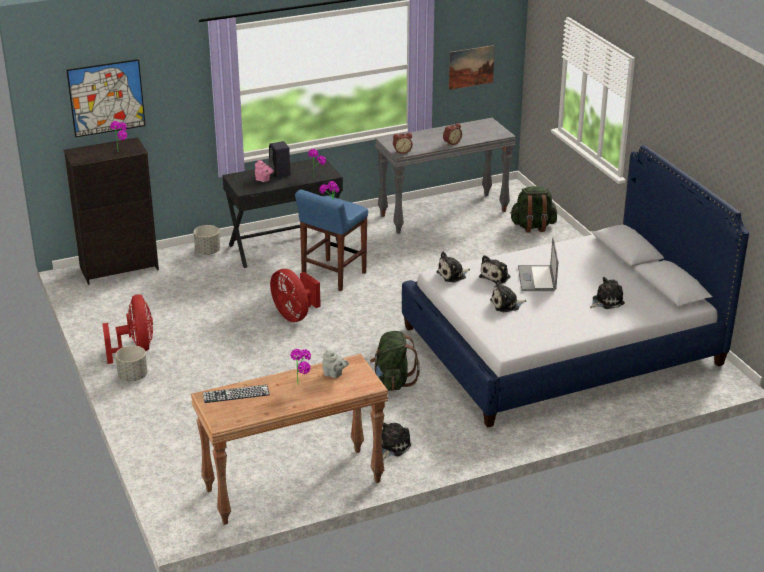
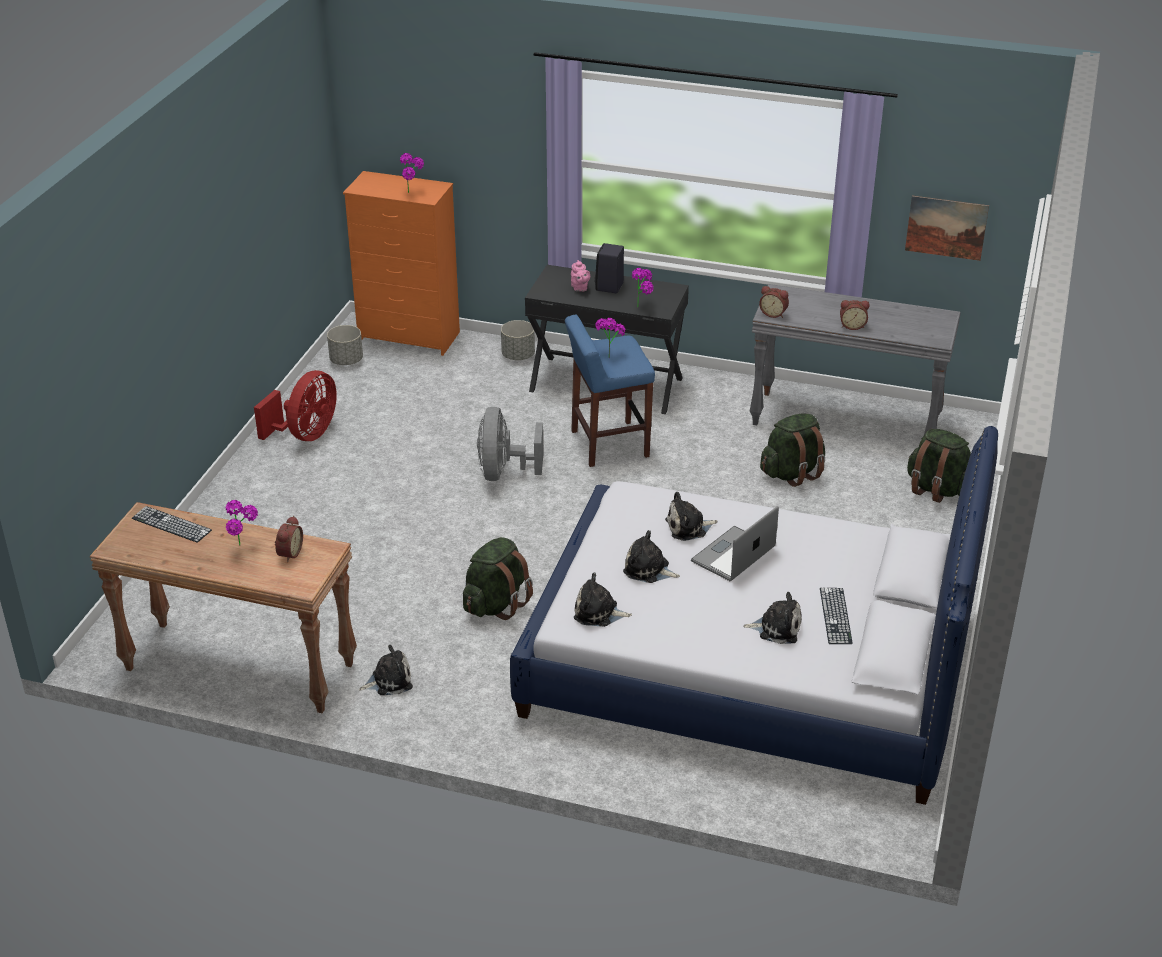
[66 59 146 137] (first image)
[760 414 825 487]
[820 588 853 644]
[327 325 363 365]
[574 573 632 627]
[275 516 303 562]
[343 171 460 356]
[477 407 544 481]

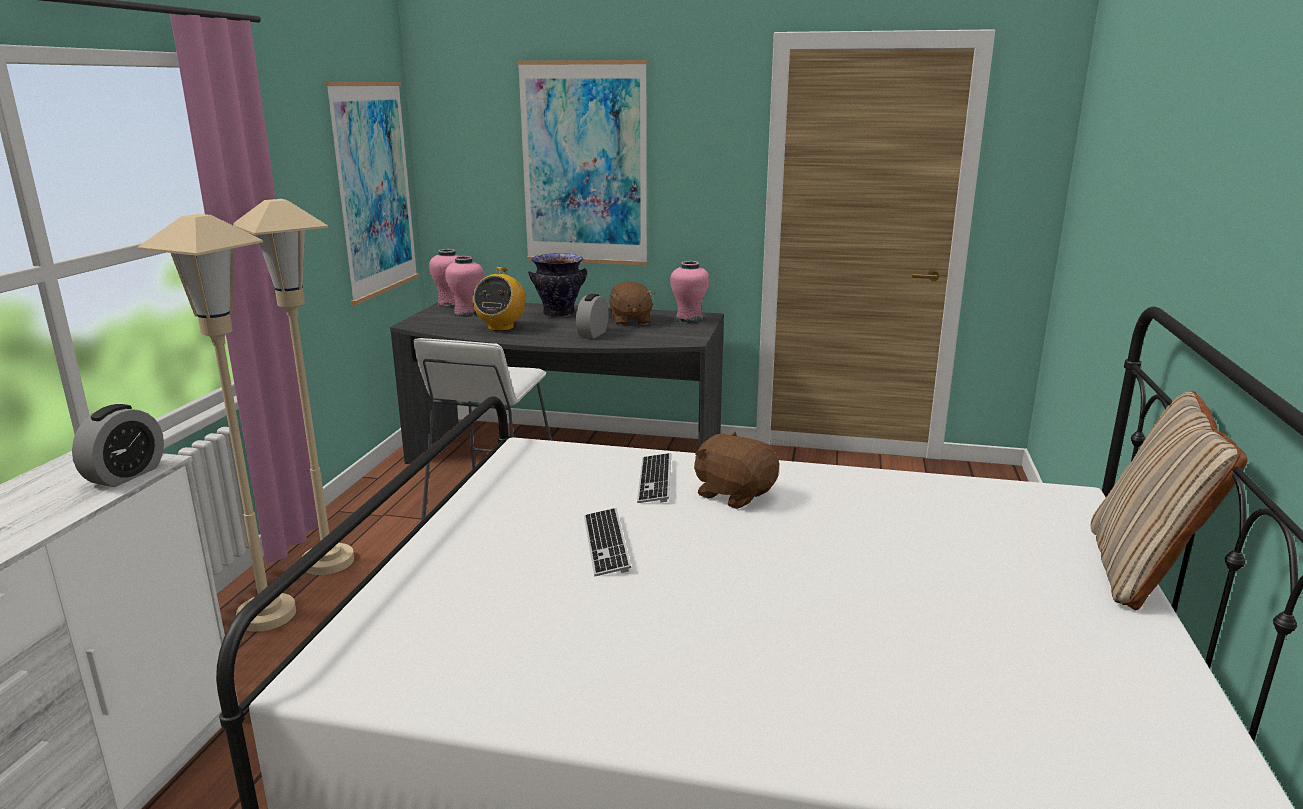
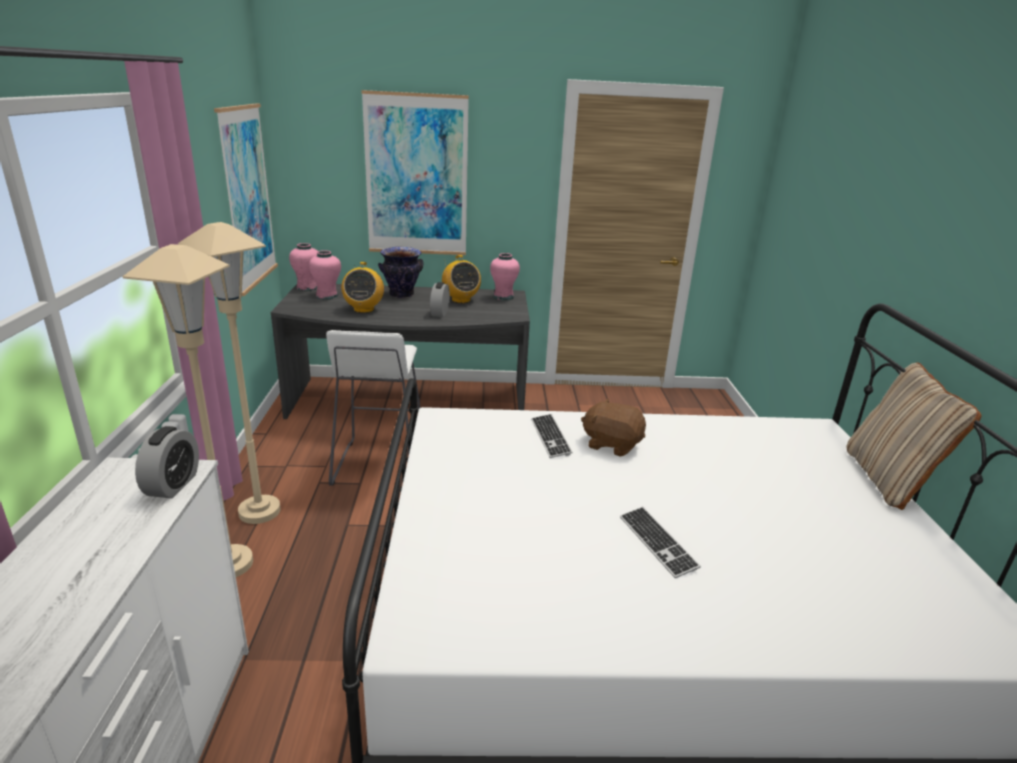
[620 507 701 578]
[442 255 481 303]

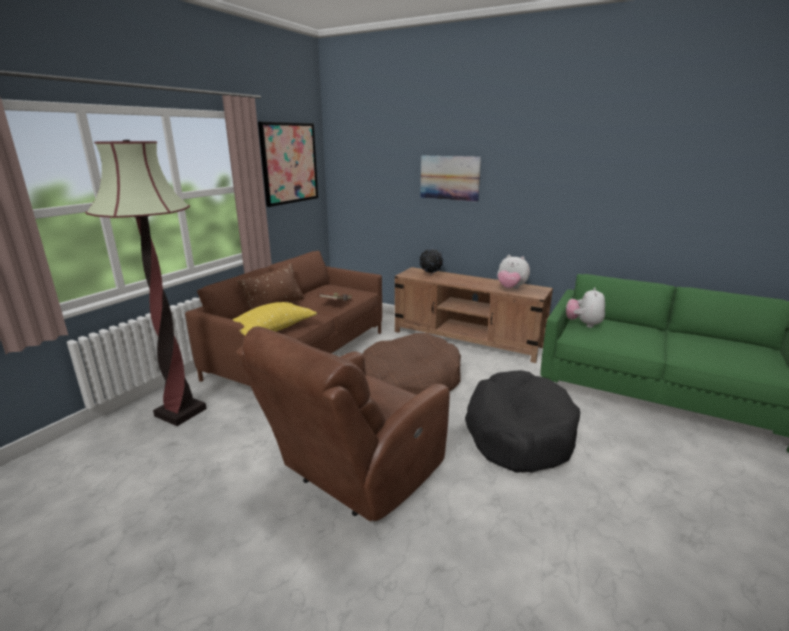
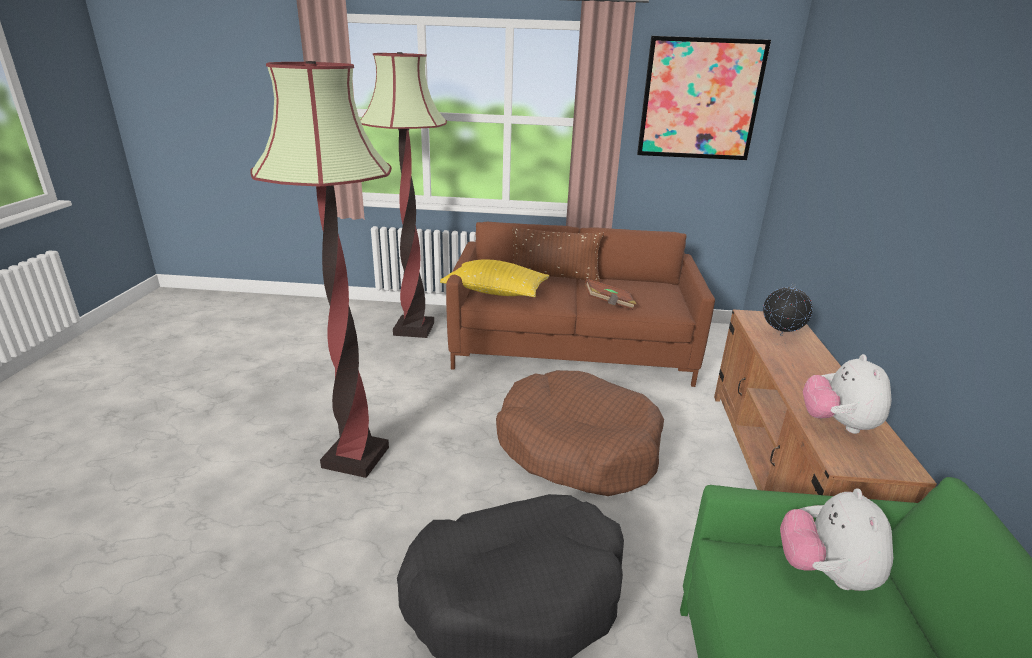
[420 155 481 202] (first image)
[250 61 392 478]
[780 488 893 591]

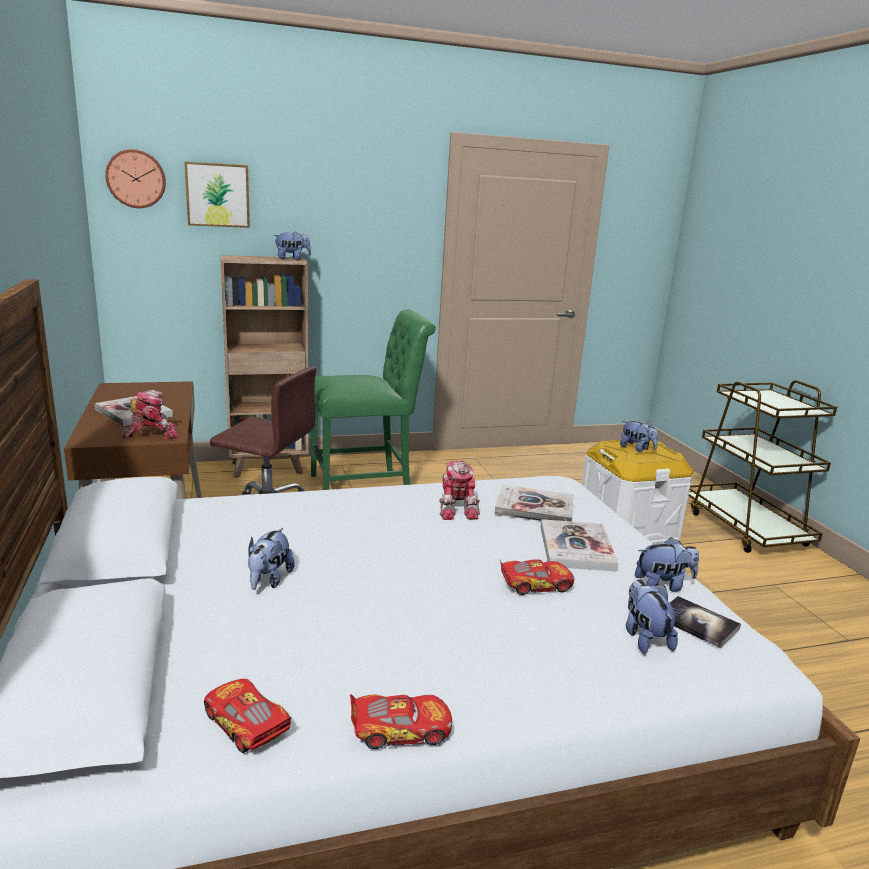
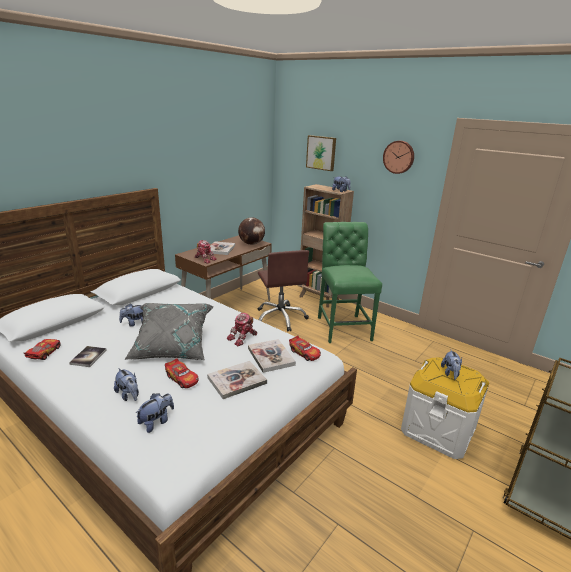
[124 303 213 360]
[238 218 265 245]
[383 141 414 174]
[289 335 321 361]
[114 368 139 401]
[69 346 107 367]
[318 222 382 343]

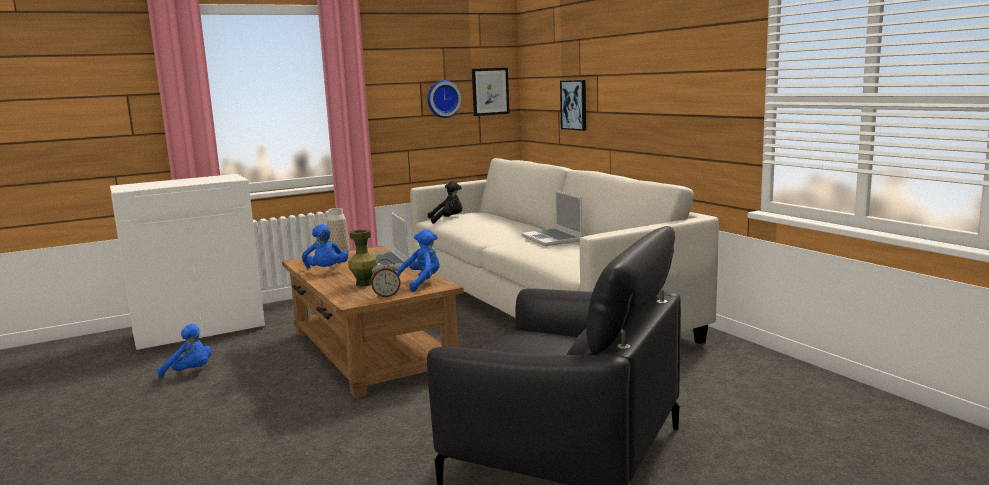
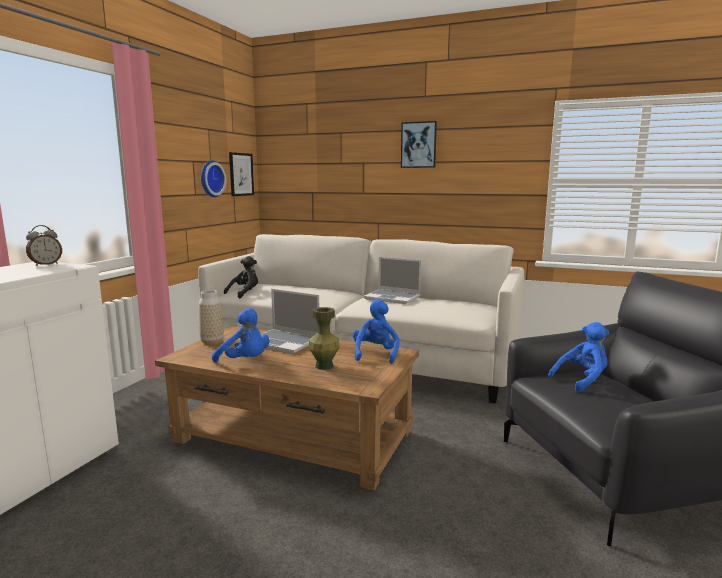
[548 322 609 393]
[26 225 62 266]
[401 121 437 168]

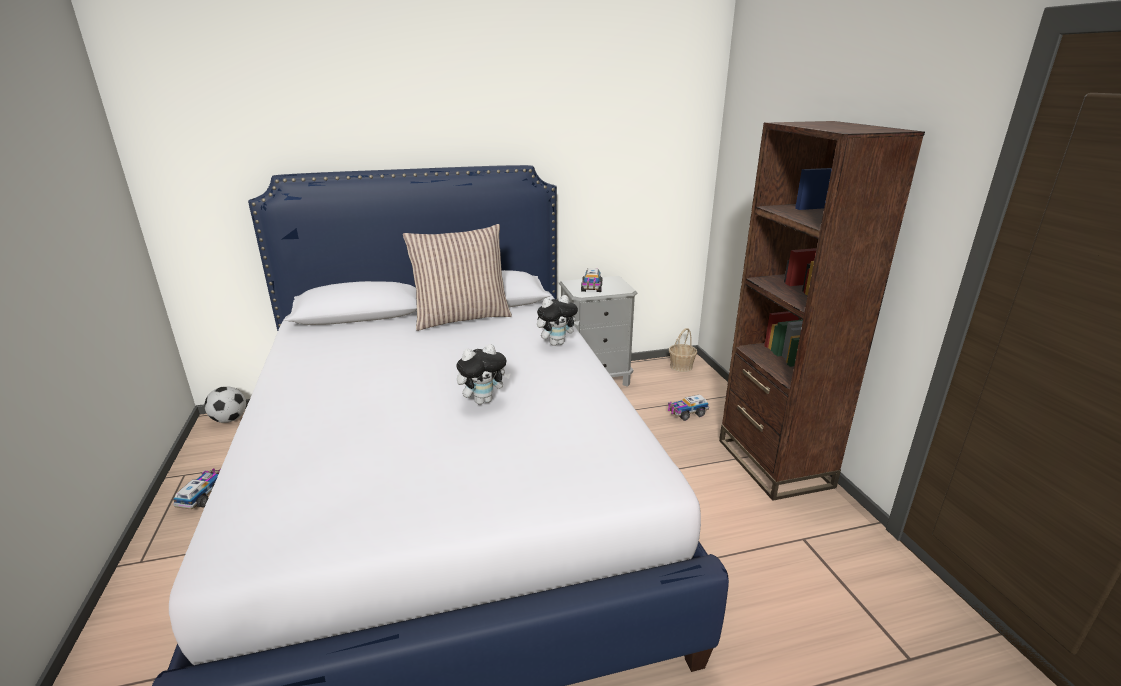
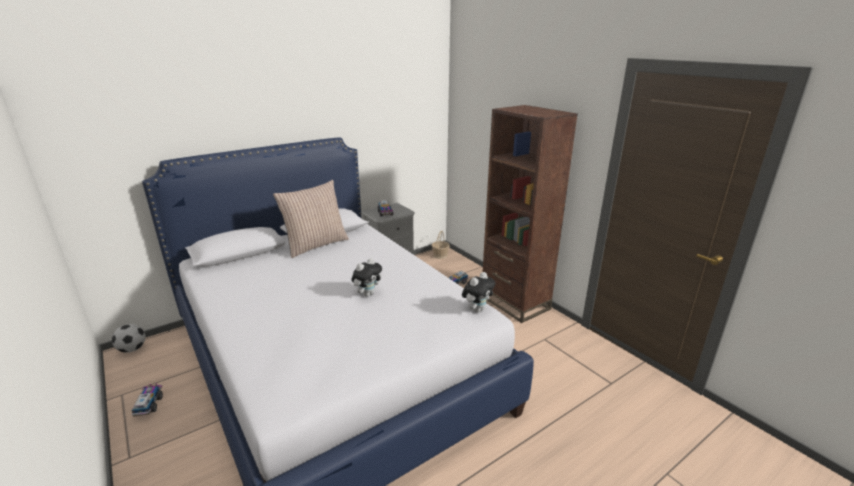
[462 272 496 313]

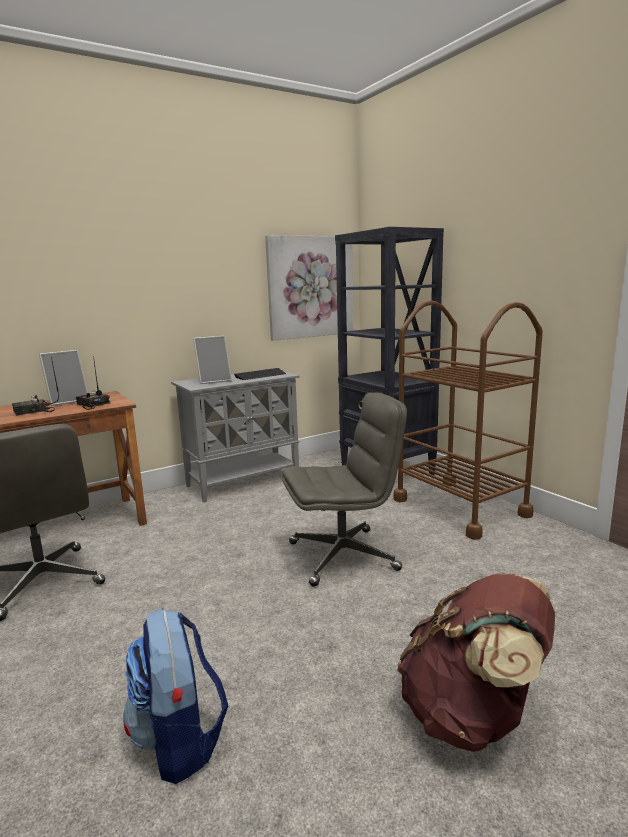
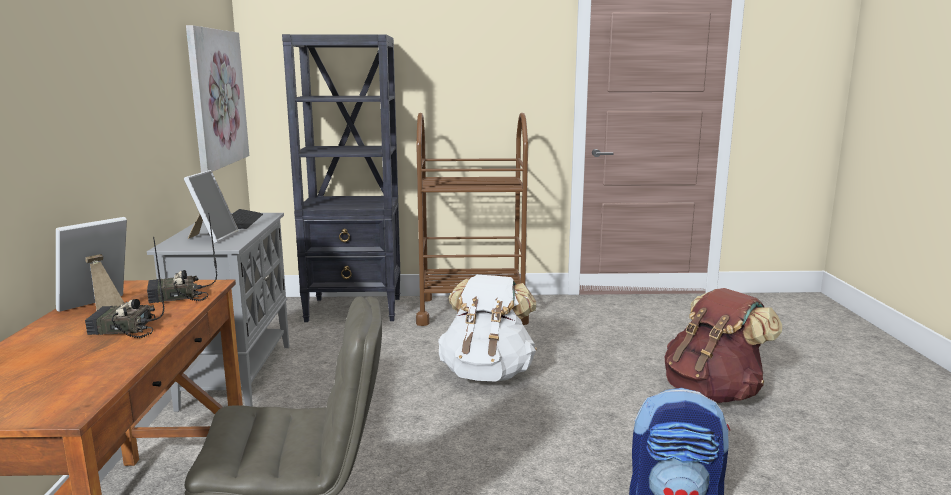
[438 275 537 382]
[85 237 164 338]
[56 217 127 312]

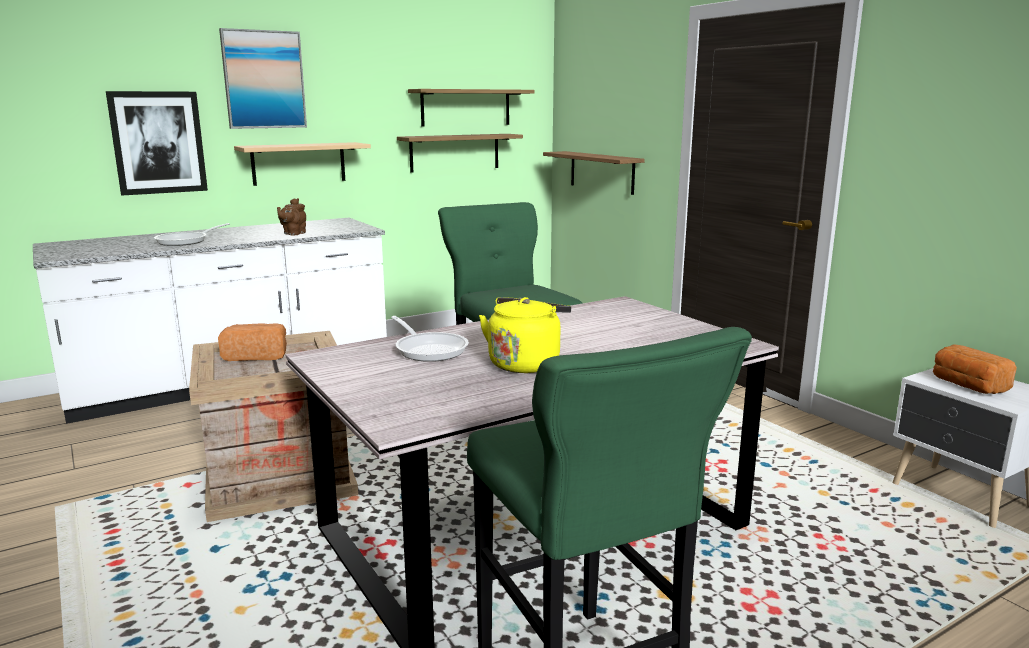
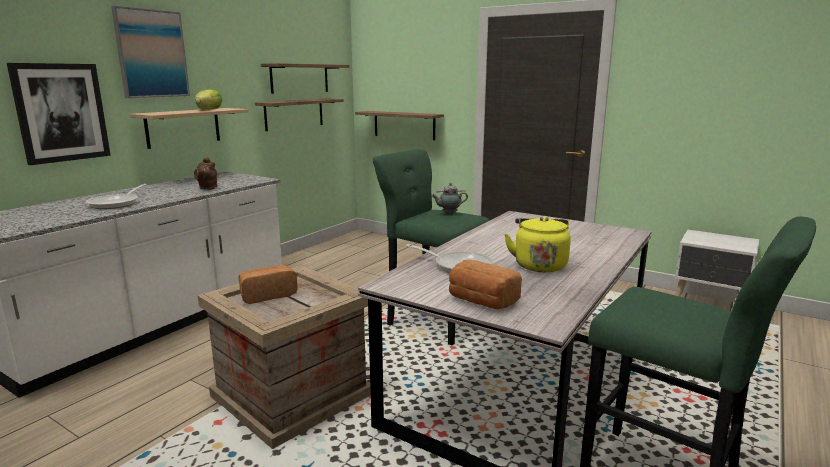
[195 89 222 110]
[432 183 468 214]
[449 260 522 309]

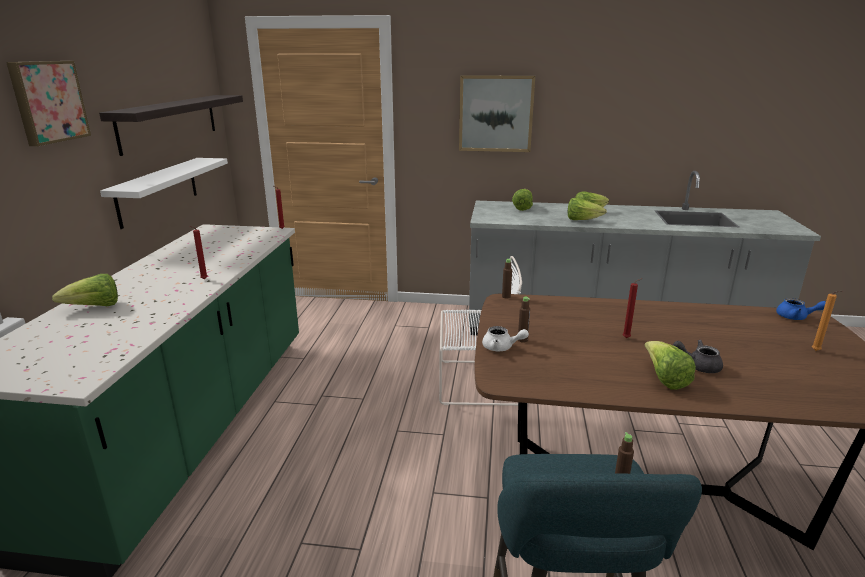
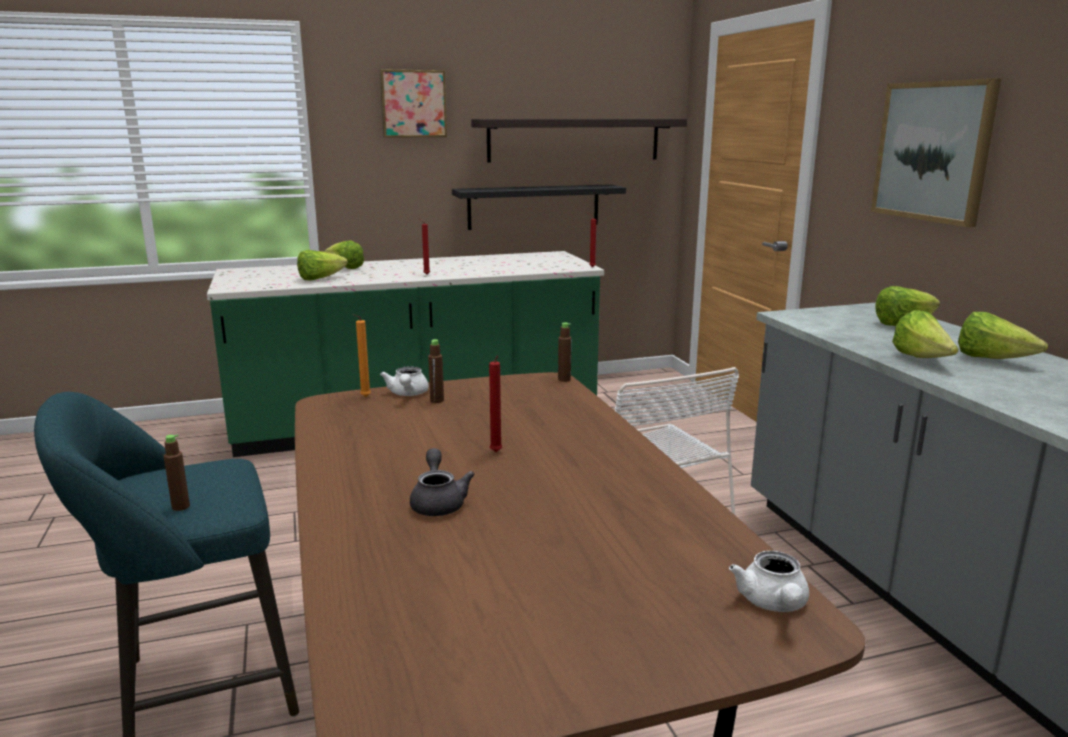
[297 250 348 280]
[353 314 371 397]
[452 184 626 230]
[729 551 809 612]

